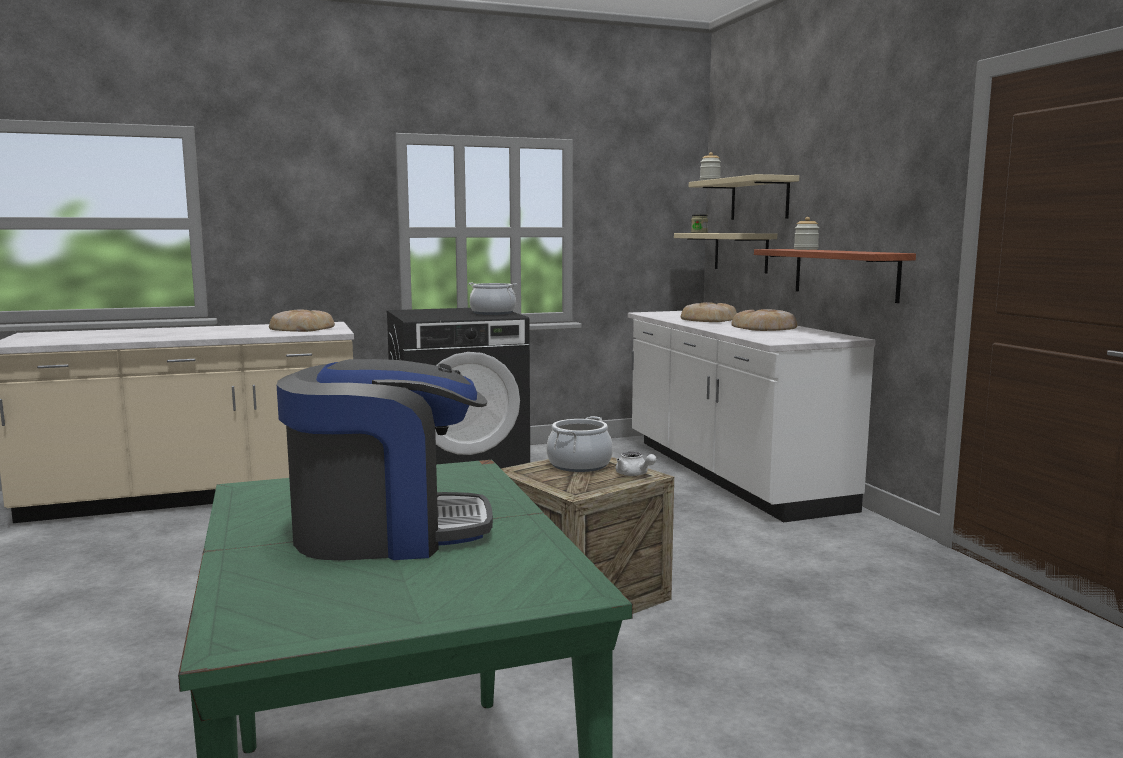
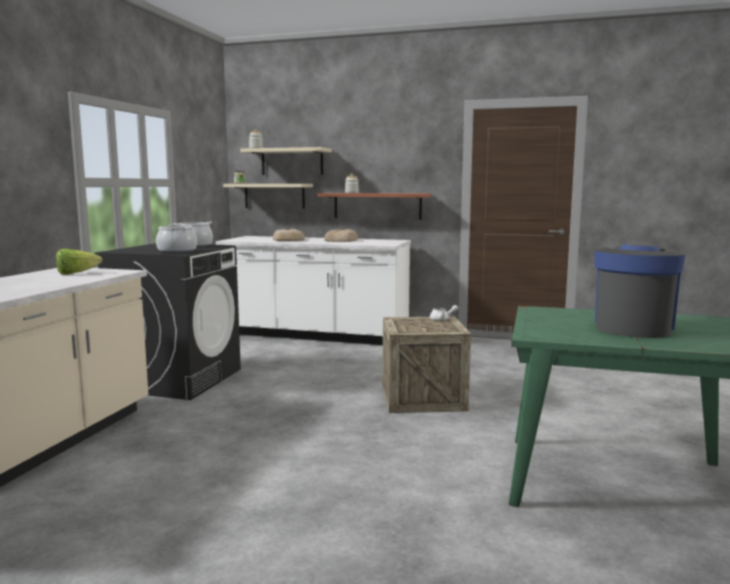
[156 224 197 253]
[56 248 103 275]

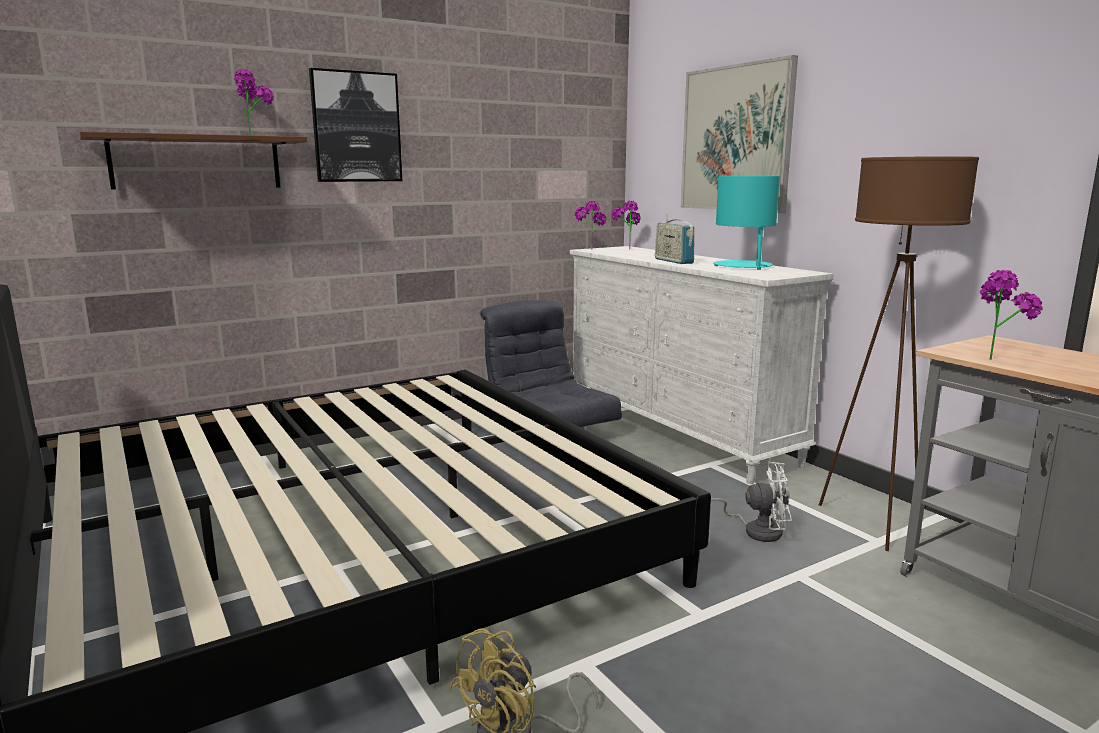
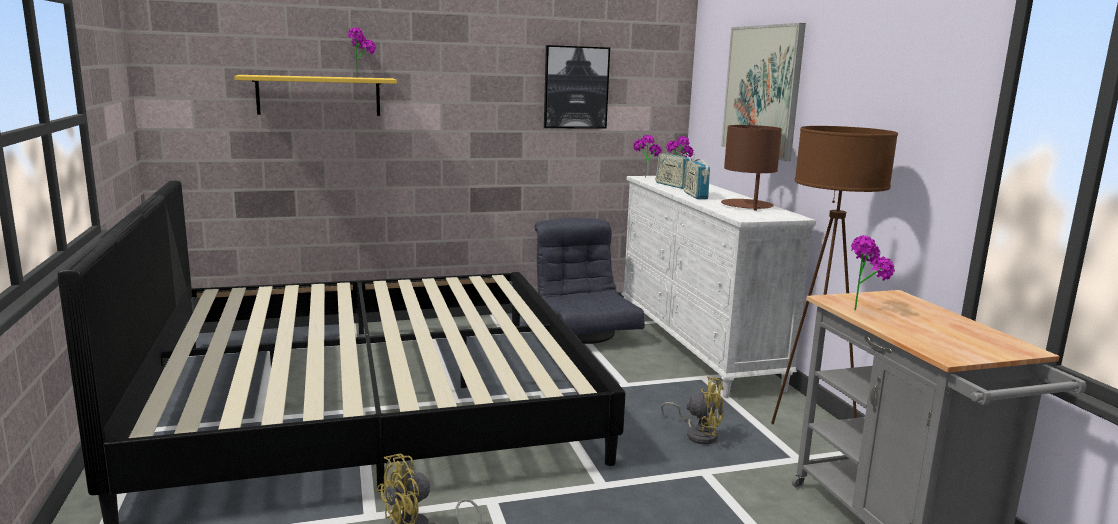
[656 147 692 189]
[544 45 610 129]
[234 75 397 116]
[661 376 724 444]
[721 125 782 211]

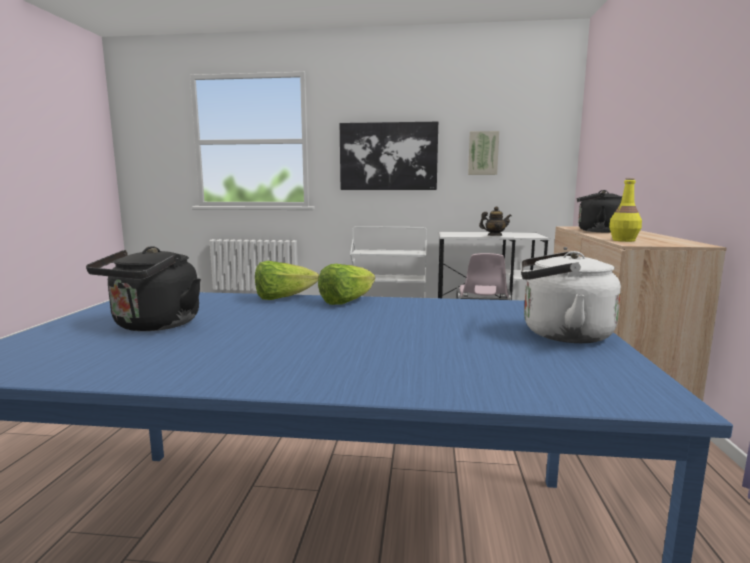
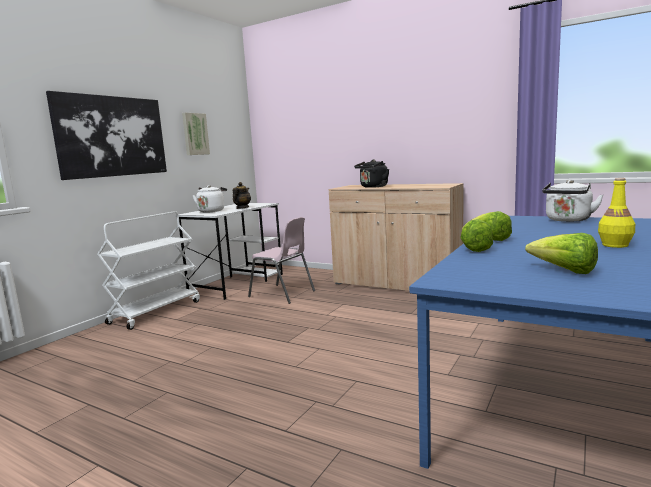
[192 185 227 213]
[598 178 635 248]
[525 233 598 274]

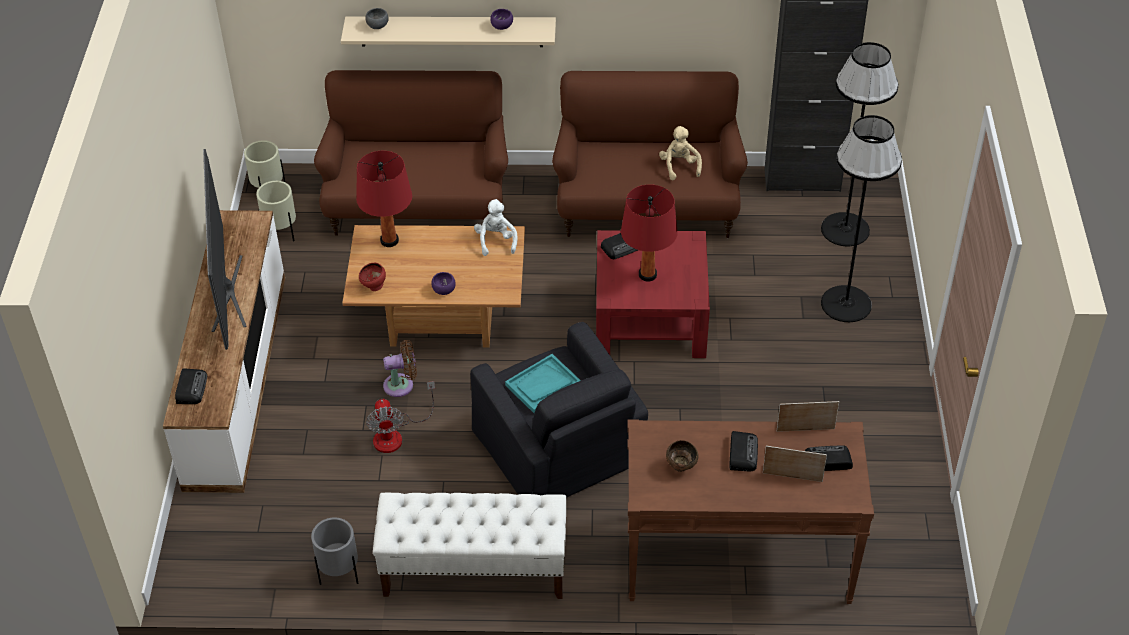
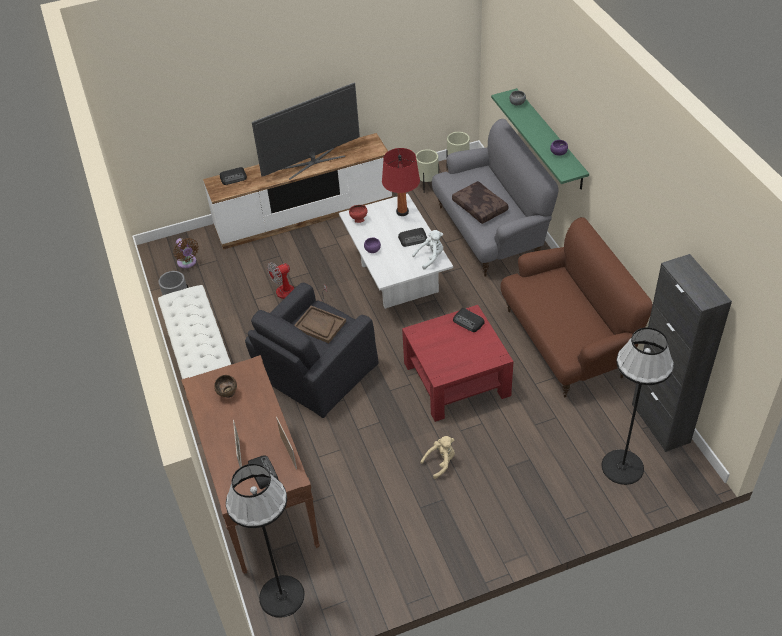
[621 184 678 281] (first image)
[452 181 509 224]
[173 238 199 268]
[420 436 455 479]
[398 228 427 247]
[226 464 305 618]
[432 119 559 277]
[491 88 589 190]
[339 193 453 309]
[294 306 346 343]

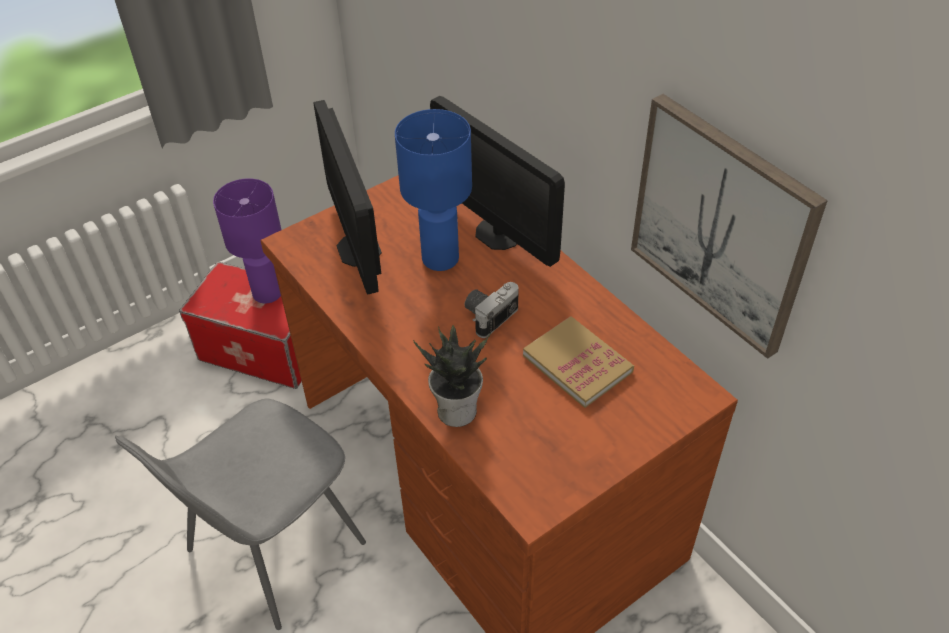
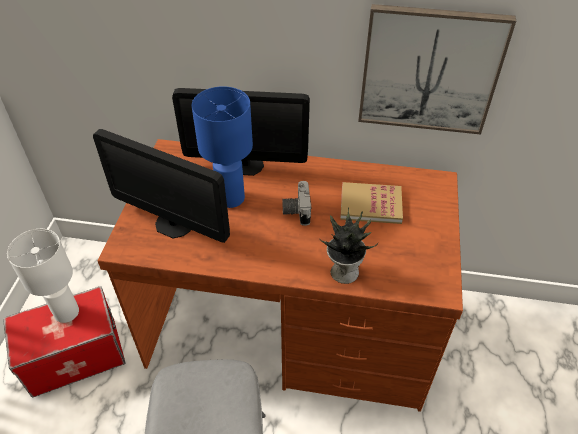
[7 229 79 323]

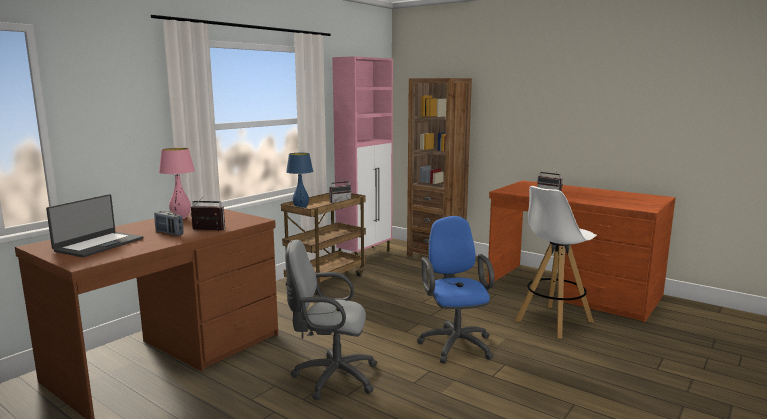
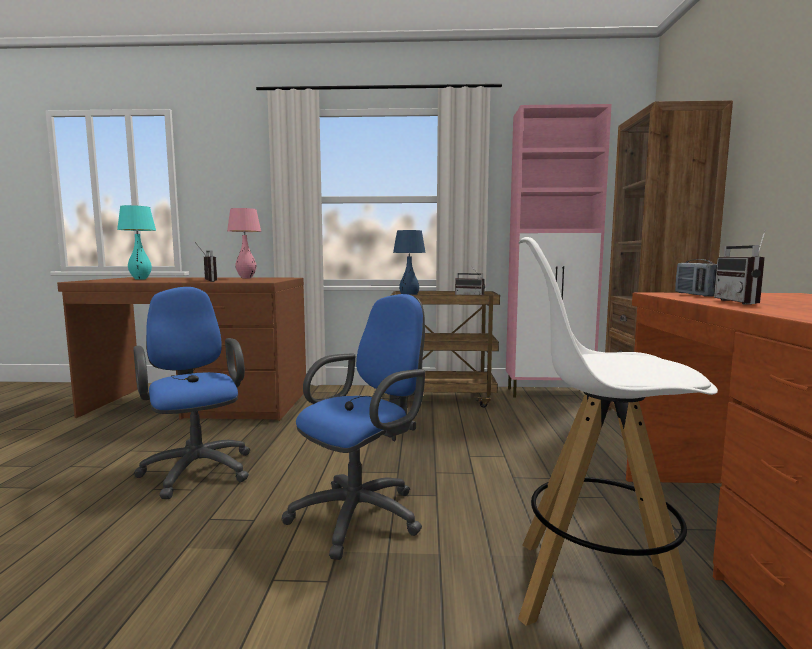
[675 259 717 297]
[117 205 156 280]
[133 287 250 499]

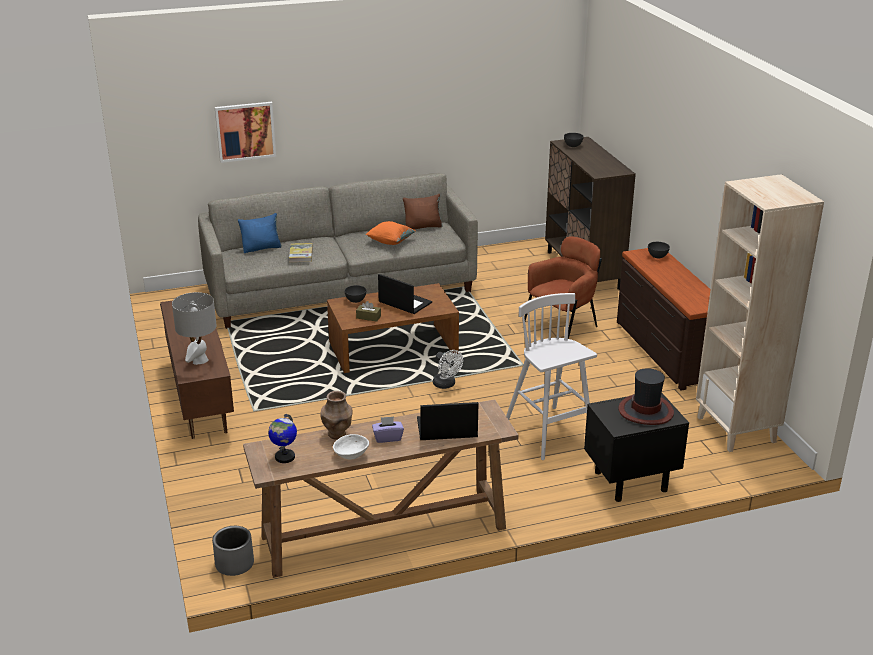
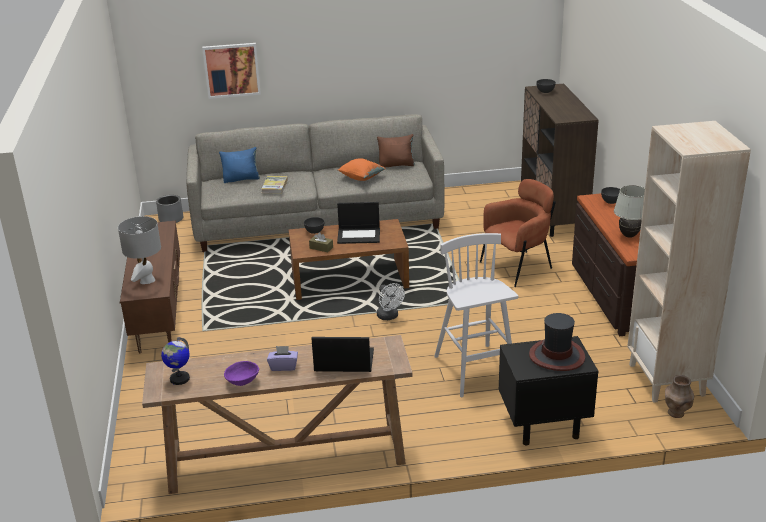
[614 185 645 238]
[156 195 183 223]
[665 375 694 418]
[224 361 259 386]
[337 202 380 244]

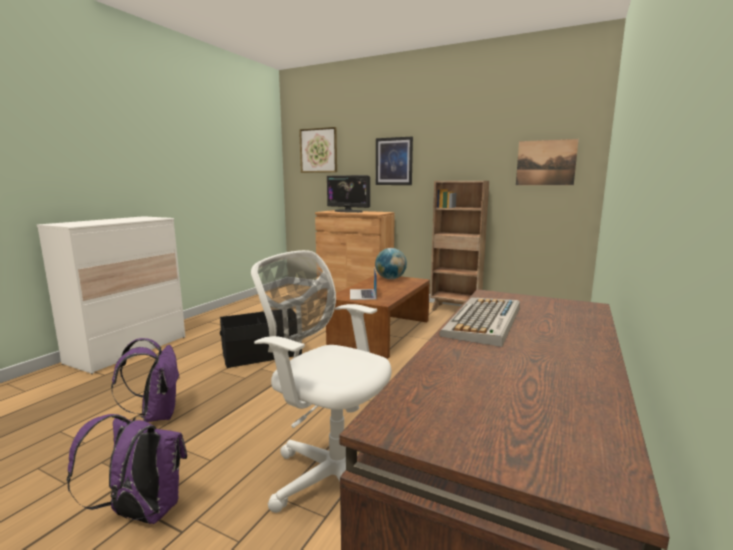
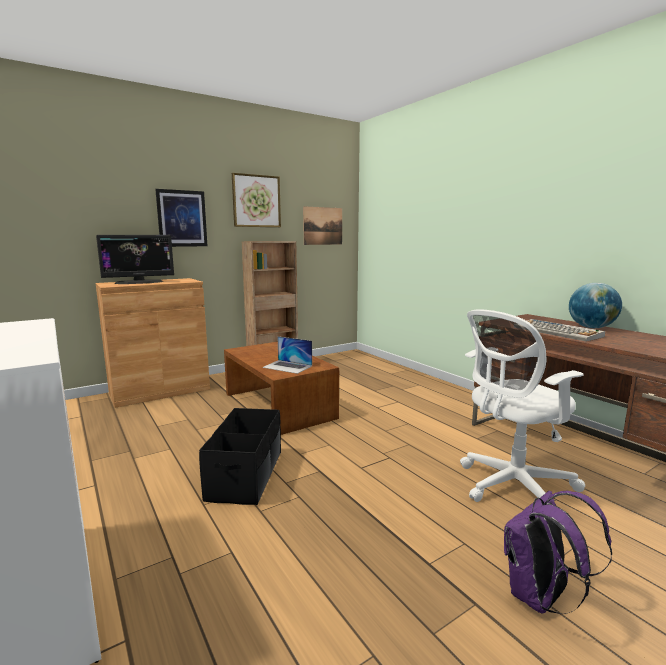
[111 338 179 422] (first image)
[232 173 281 227]
[569 283 622 328]

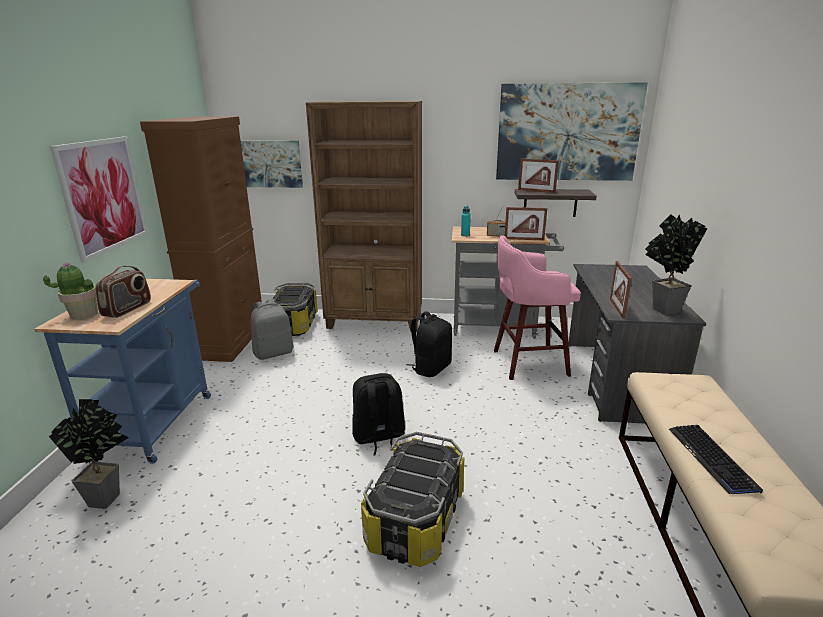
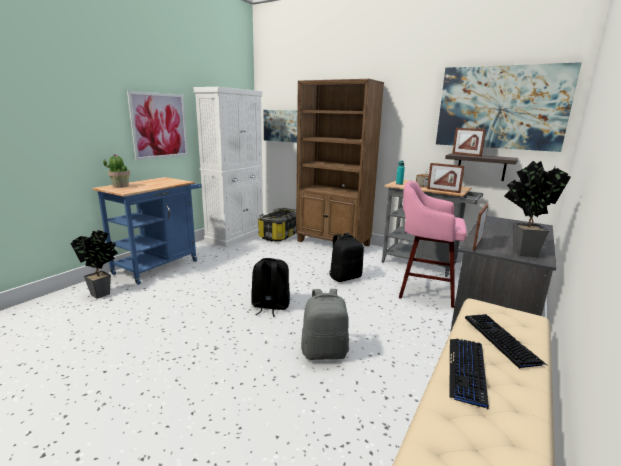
[95 266 151 318] (first image)
[361 432 465 567] (first image)
[465 314 547 369]
[301 289 349 360]
[193 87 263 247]

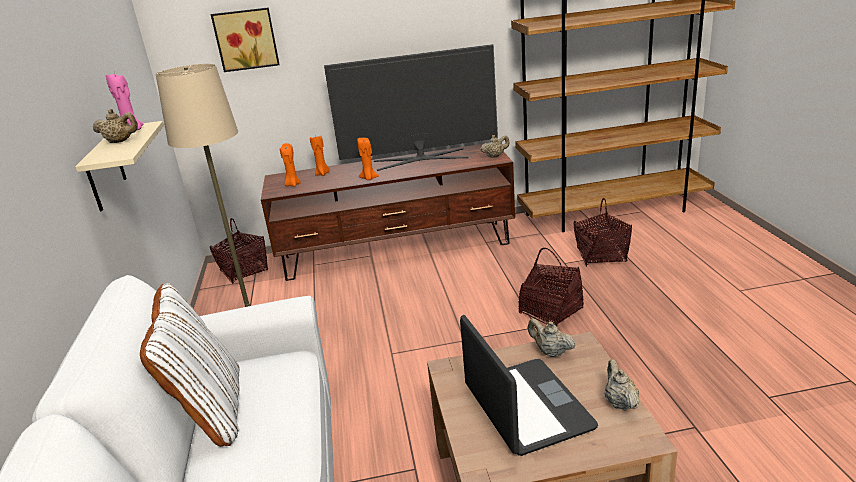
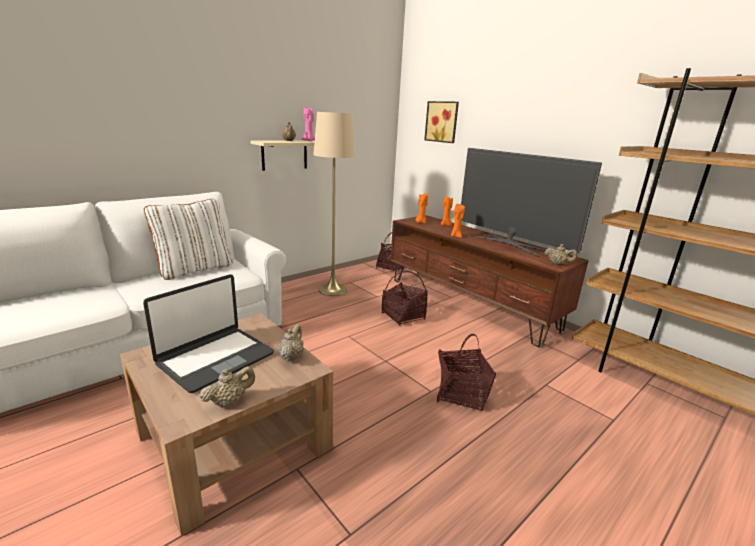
[382 271 428 326]

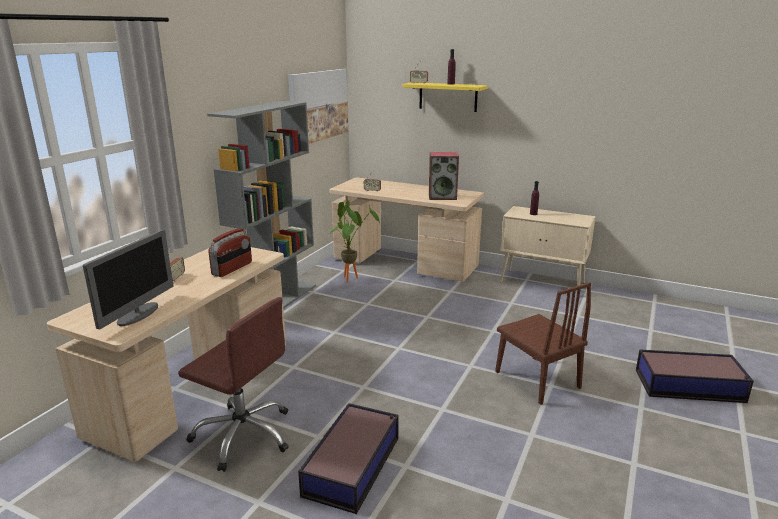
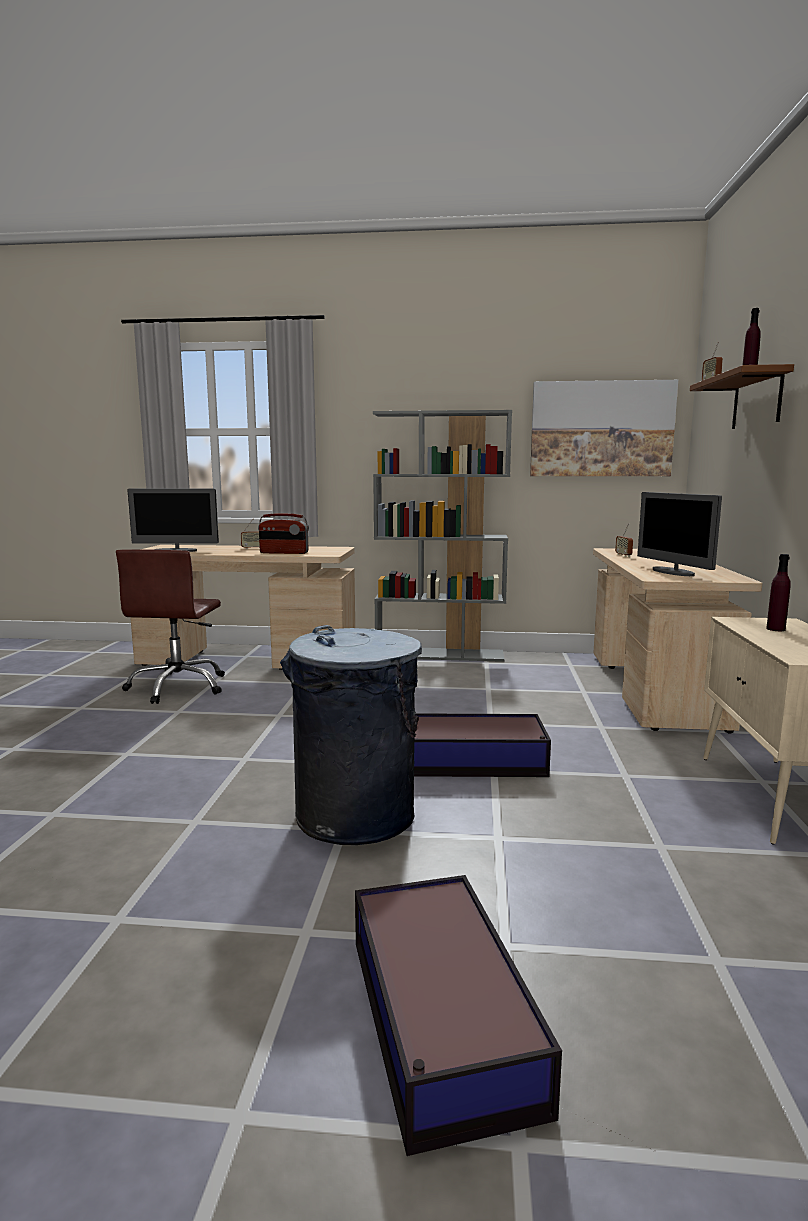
[329 201 380 282] (first image)
[414 713 551 777]
[637 492 722 576]
[280 625 422 845]
[690 364 794 429]

